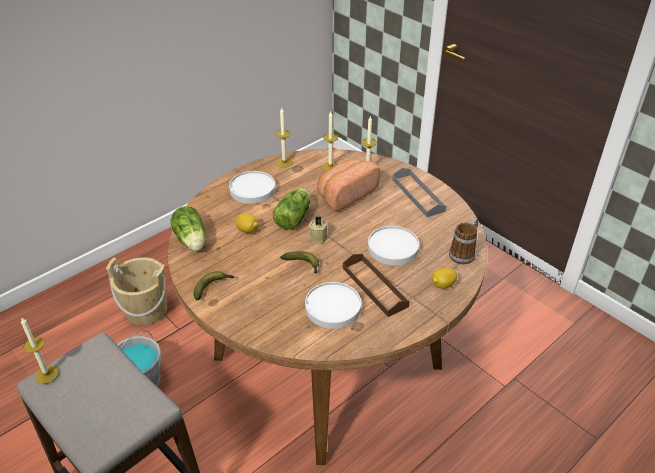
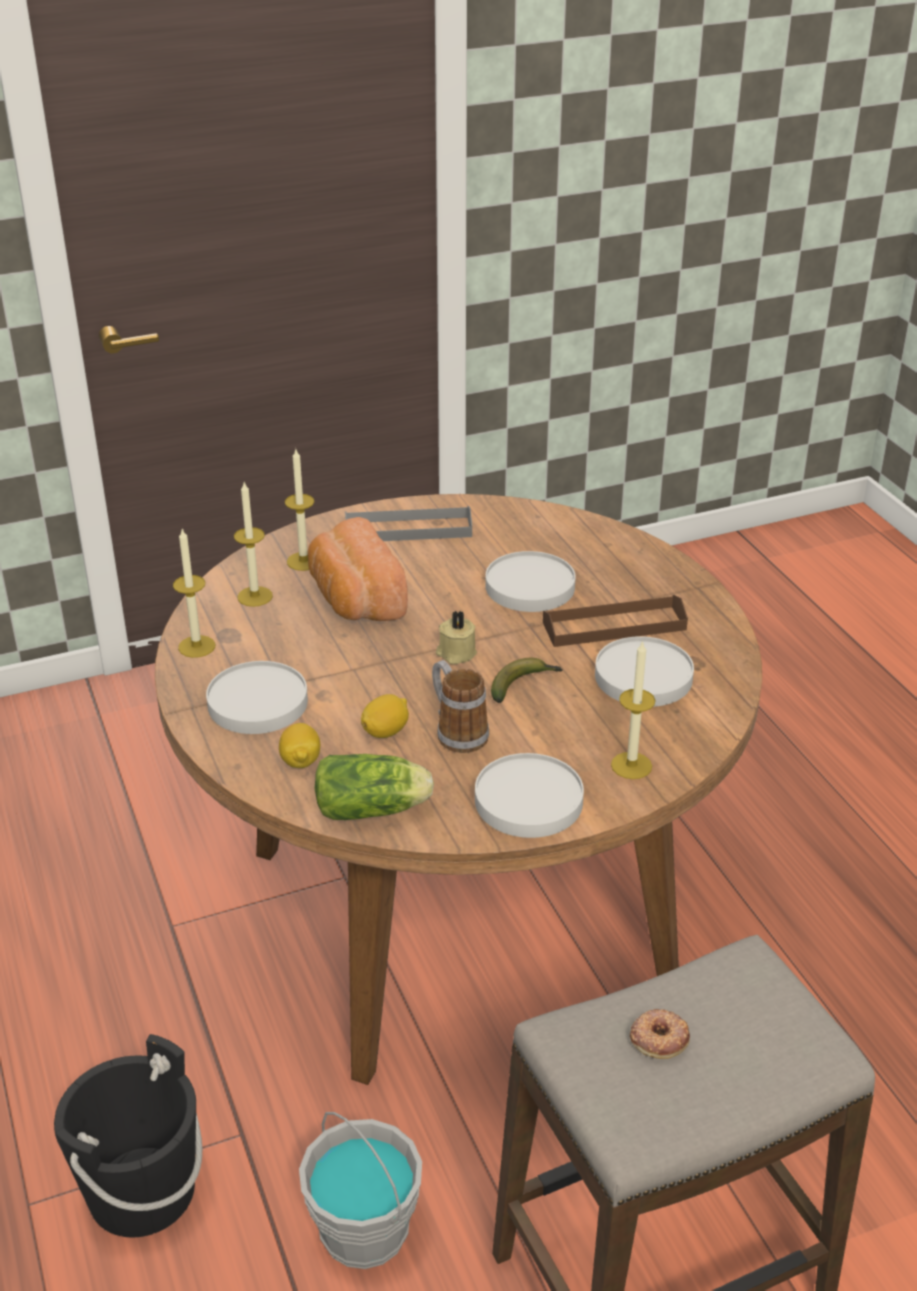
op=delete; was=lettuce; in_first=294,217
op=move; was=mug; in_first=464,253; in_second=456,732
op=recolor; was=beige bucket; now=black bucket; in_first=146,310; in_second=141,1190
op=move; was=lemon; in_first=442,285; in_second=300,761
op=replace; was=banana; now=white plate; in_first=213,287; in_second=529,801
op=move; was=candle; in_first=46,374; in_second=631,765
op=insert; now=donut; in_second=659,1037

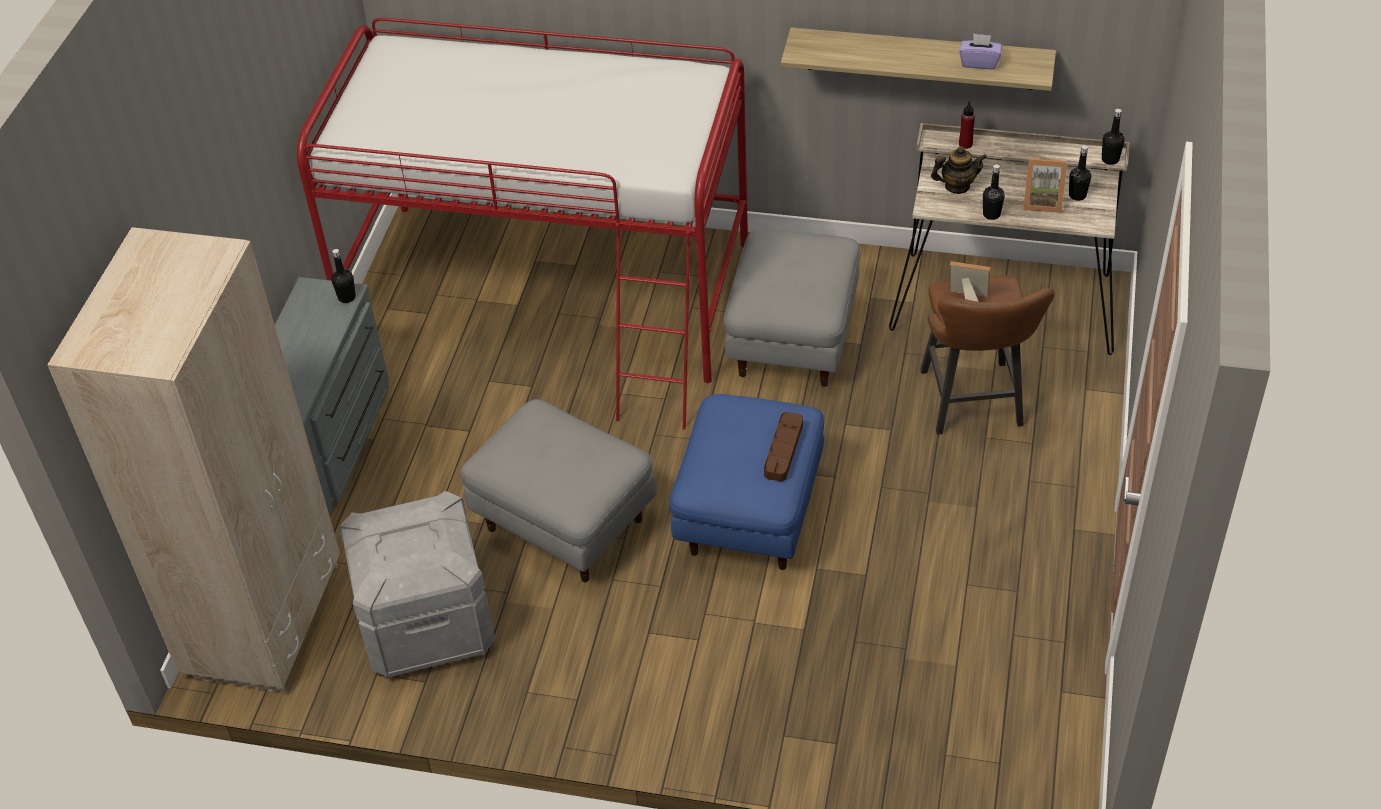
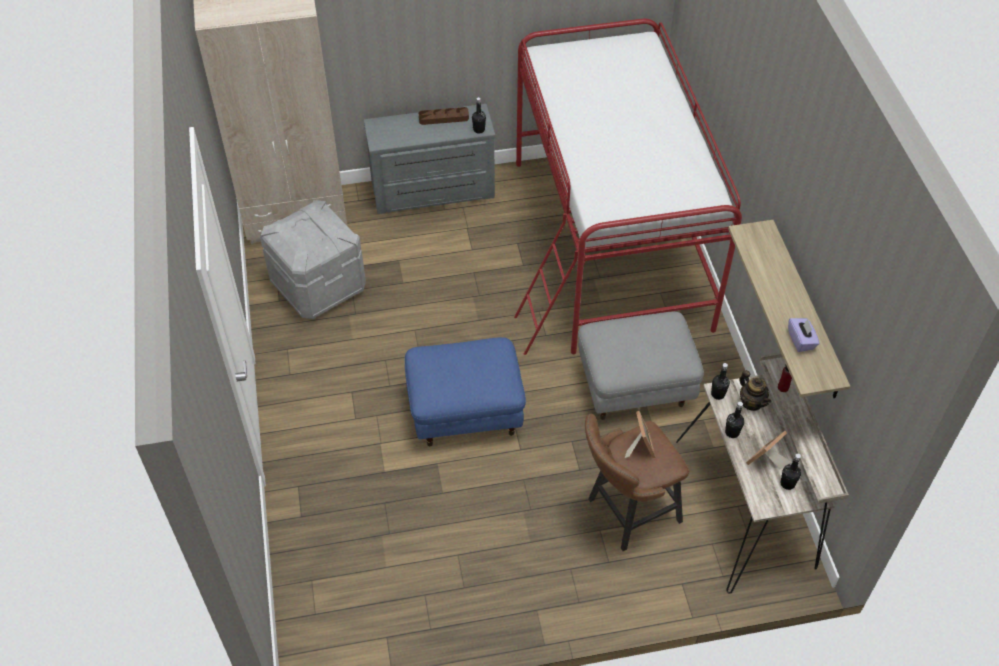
op=move; was=black bottle; in_first=1110,159; in_second=718,394
op=rotate; was=picture frame; in_first=1042,202; in_second=766,462; clockwise=60
op=delete; was=grey ottoman; in_first=563,524
op=move; was=brown tray; in_first=783,449; in_second=443,118

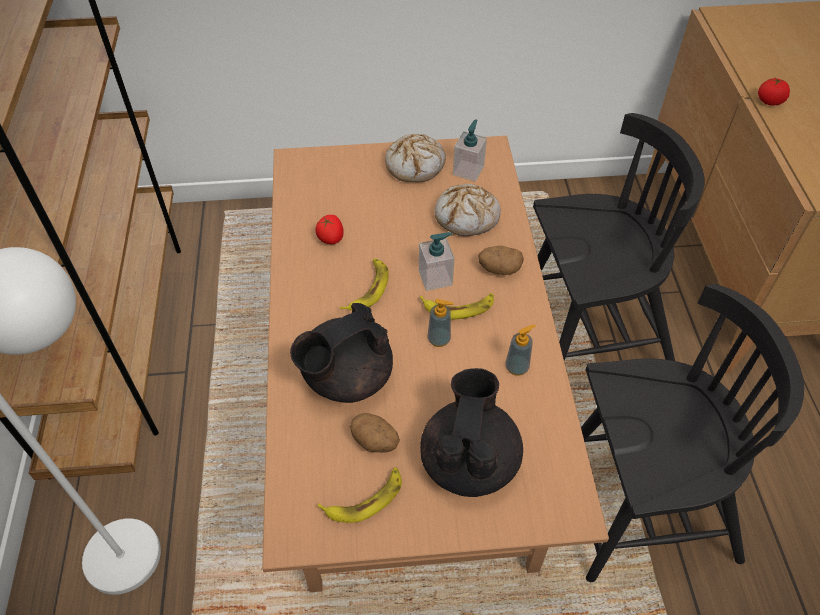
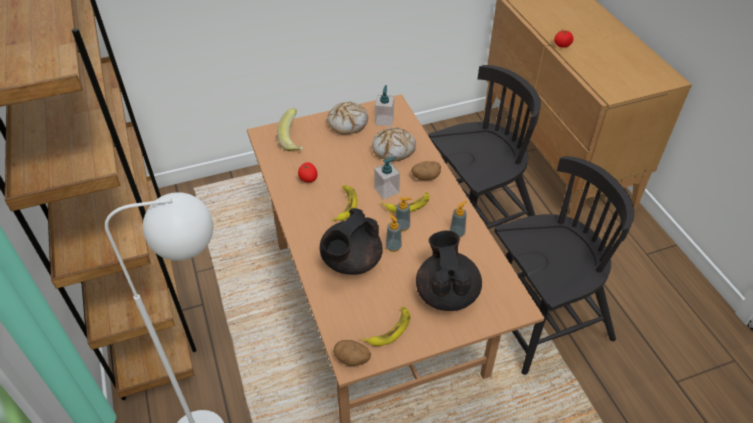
op=move; was=potato; in_first=375,441; in_second=352,359
op=insert; now=banana; in_second=295,140
op=insert; now=soap dispenser; in_second=393,246

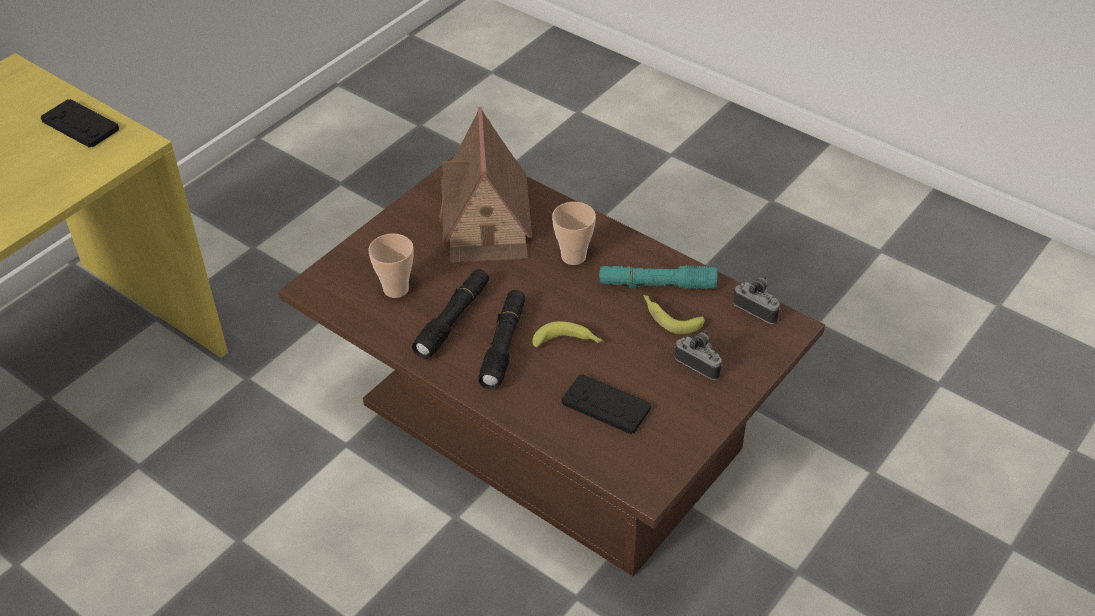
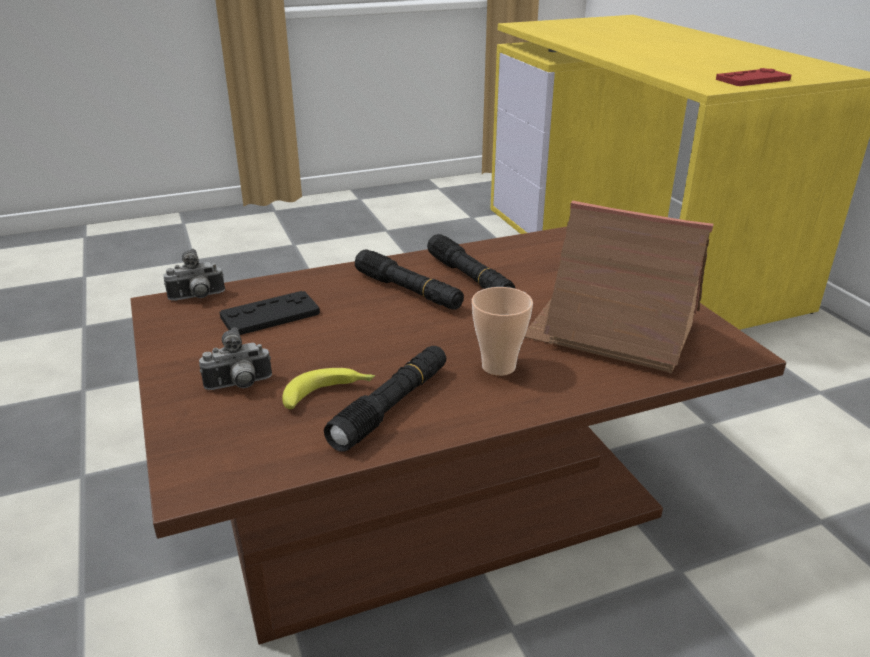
op=recolor; was=black game controller; now=red game controller; in_first=80,125; in_second=752,79
op=delete; was=cup; in_first=396,289
op=recolor; was=turquoise flashlight; now=black flashlight; in_first=656,284; in_second=391,406
op=move; was=photo camera; in_first=757,309; in_second=197,298
op=delete; was=banana; in_first=568,342

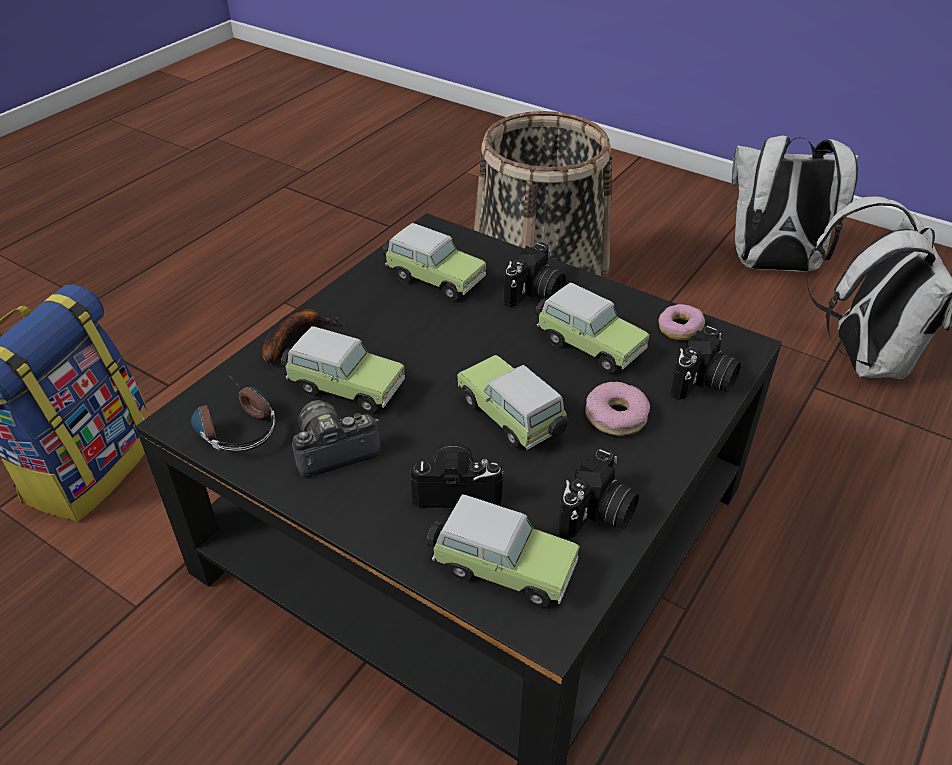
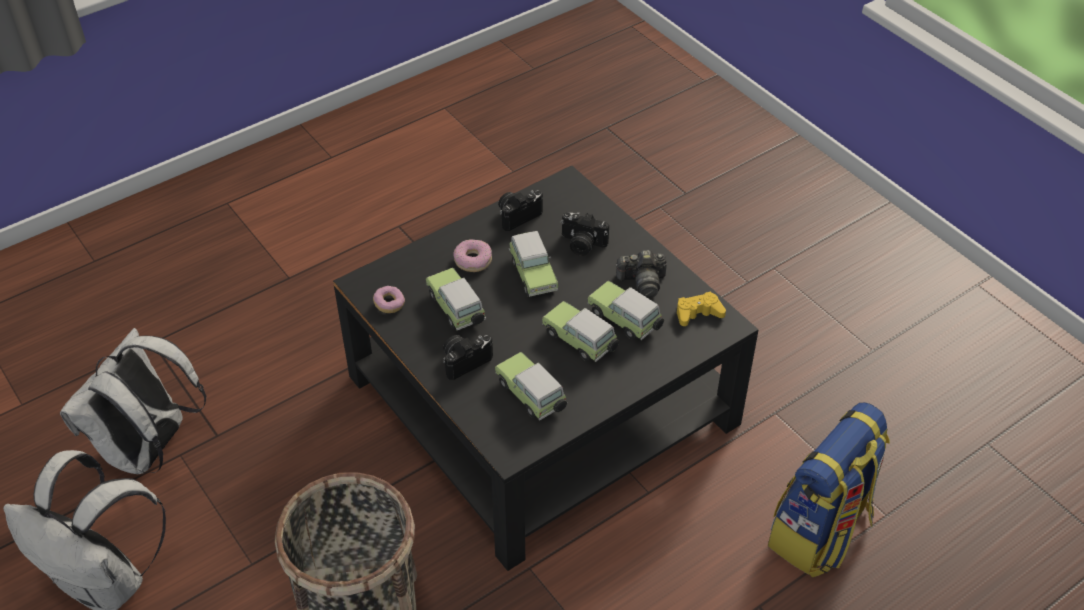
op=delete; was=banana; in_first=294,337
op=delete; was=photo camera; in_first=704,382
op=replace; was=headphones; now=yellow game controller; in_first=233,424; in_second=698,313
op=move; was=toy car; in_first=500,568; in_second=581,342

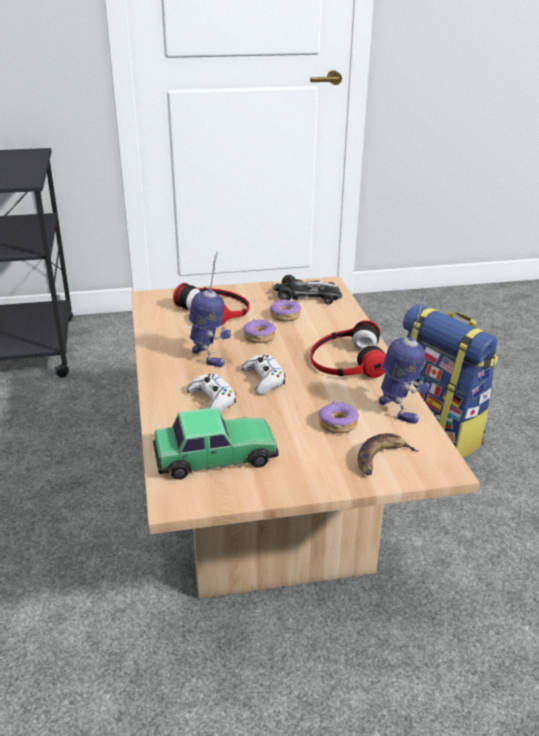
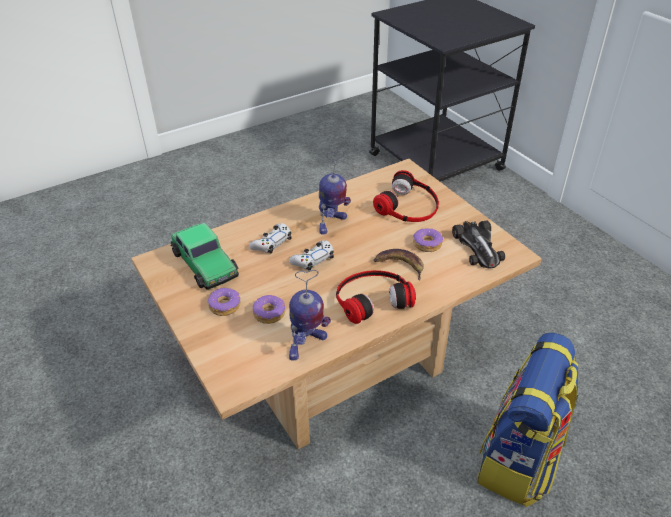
op=move; was=donut; in_first=259,337; in_second=224,306
op=move; was=banana; in_first=382,458; in_second=399,265

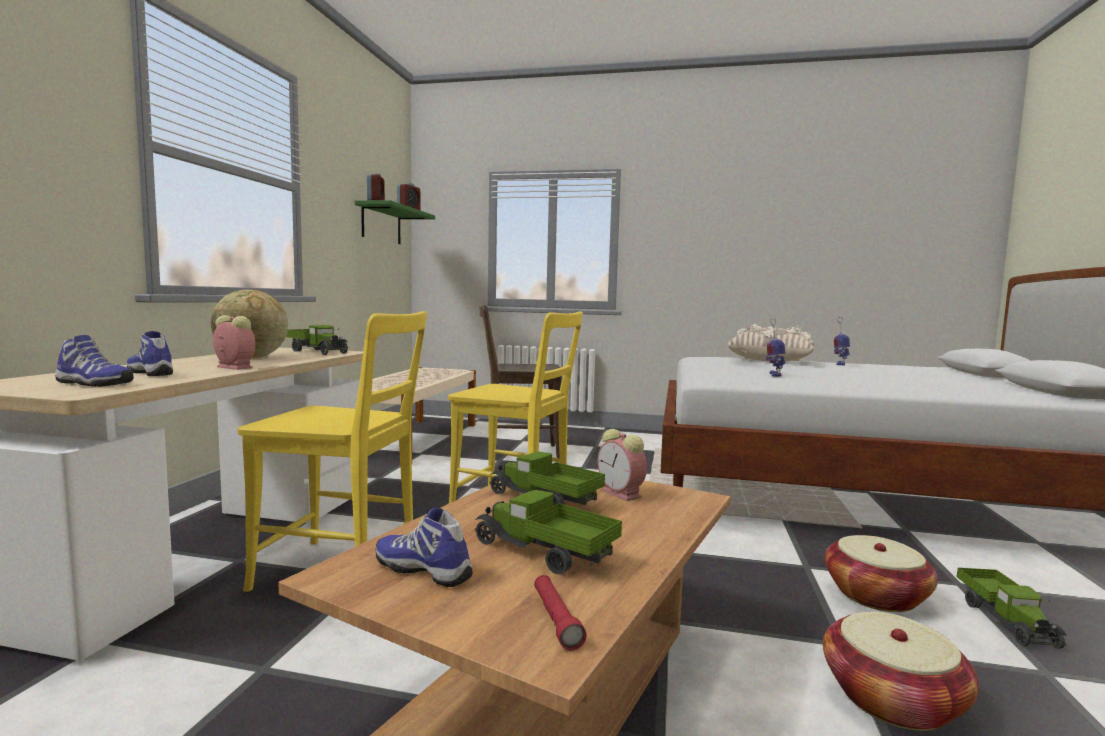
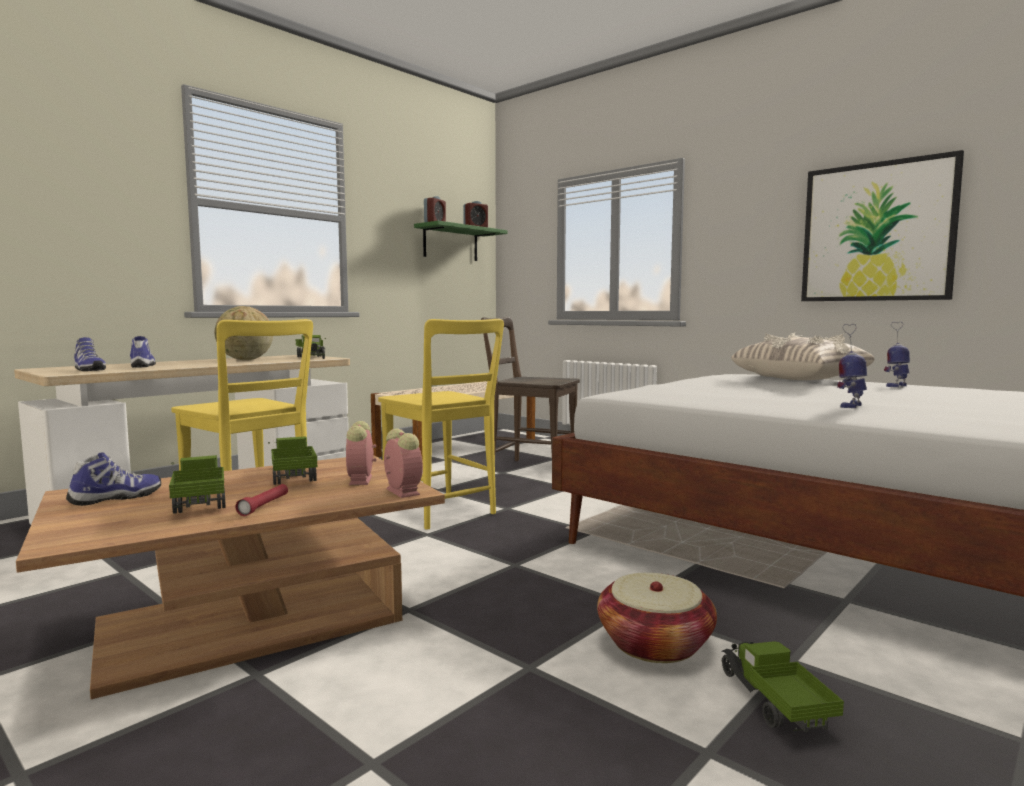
op=move; was=alarm clock; in_first=233,367; in_second=401,491
op=move; was=toy robot; in_first=774,375; in_second=851,406
op=rotate; was=shoe; in_first=425,570; in_second=117,498; clockwise=75
op=rotate; was=toy truck; in_first=1006,620; in_second=773,703; clockwise=135
op=move; was=red flashlight; in_first=556,620; in_second=264,506
op=delete; was=basket; in_first=892,699
op=insert; now=picture; in_second=877,232

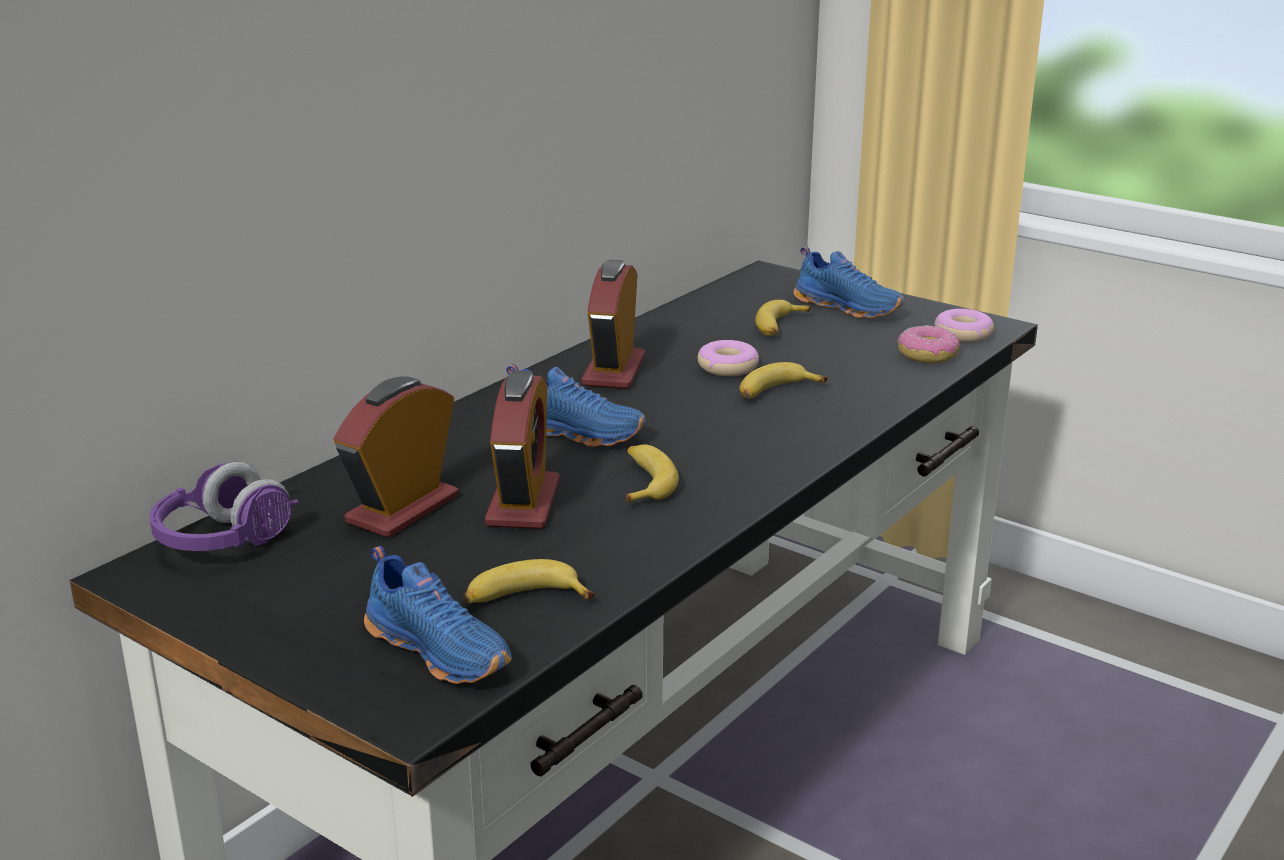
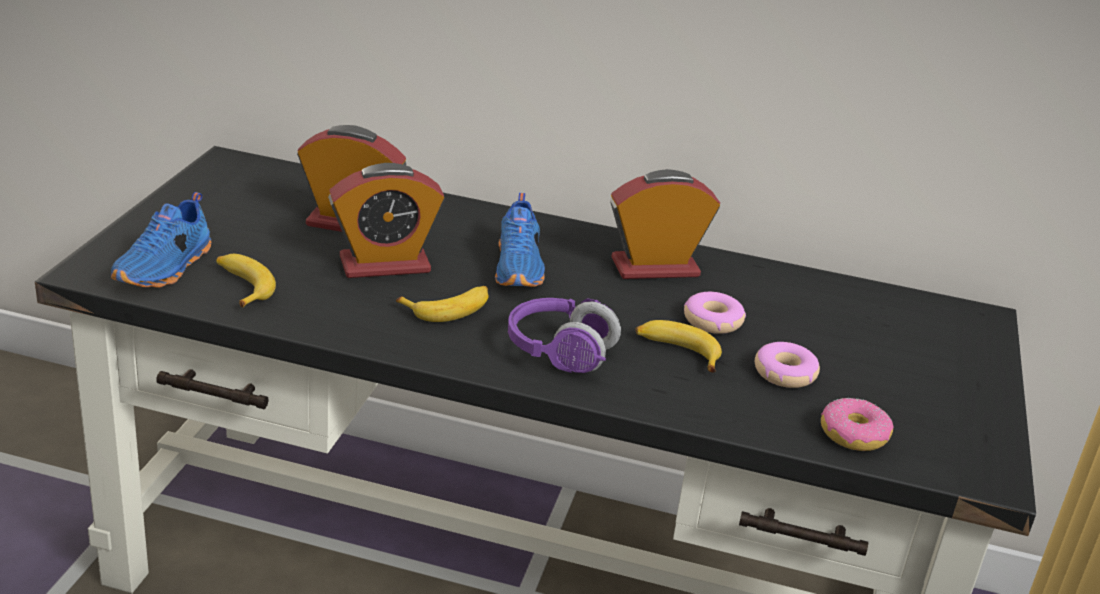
op=delete; was=blue shoe; in_first=849,307
op=delete; was=banana; in_first=780,327
op=move; was=donut; in_first=963,334; in_second=784,373
op=move; was=purple headphones; in_first=224,541; in_second=560,353

